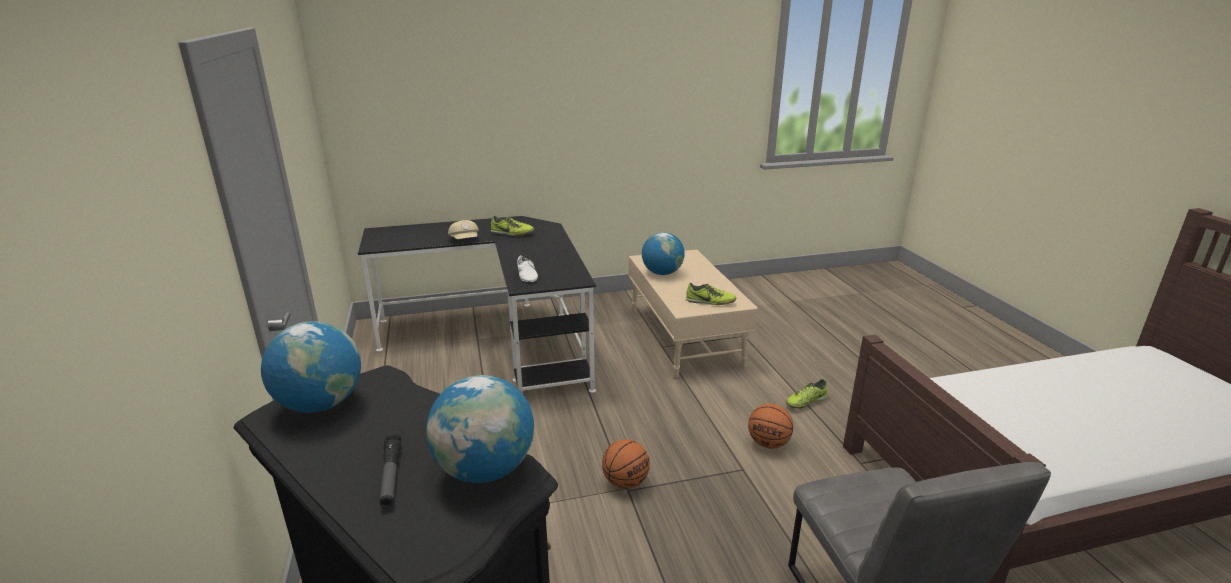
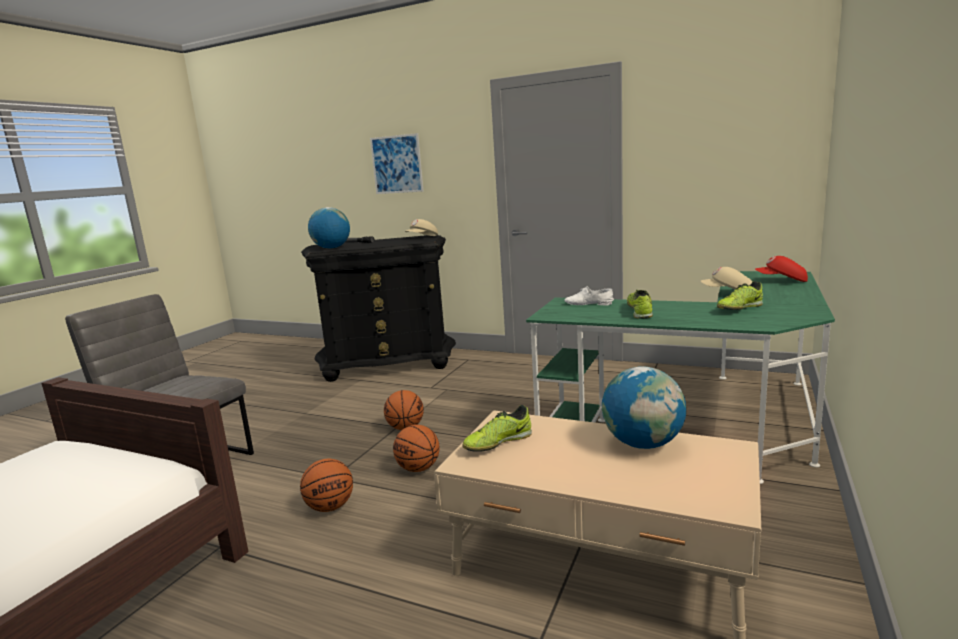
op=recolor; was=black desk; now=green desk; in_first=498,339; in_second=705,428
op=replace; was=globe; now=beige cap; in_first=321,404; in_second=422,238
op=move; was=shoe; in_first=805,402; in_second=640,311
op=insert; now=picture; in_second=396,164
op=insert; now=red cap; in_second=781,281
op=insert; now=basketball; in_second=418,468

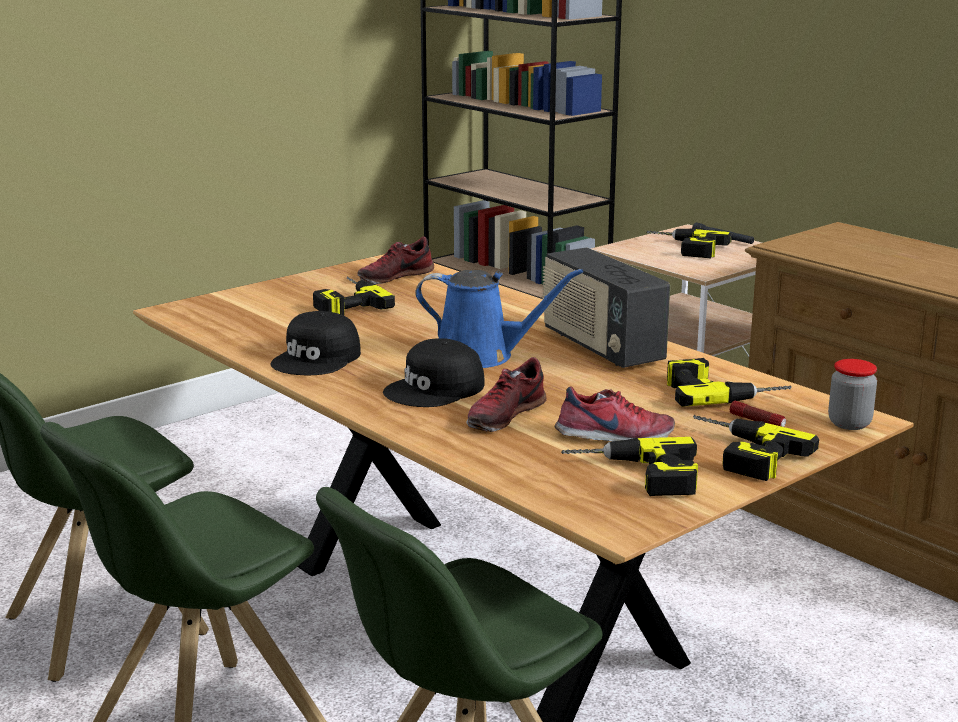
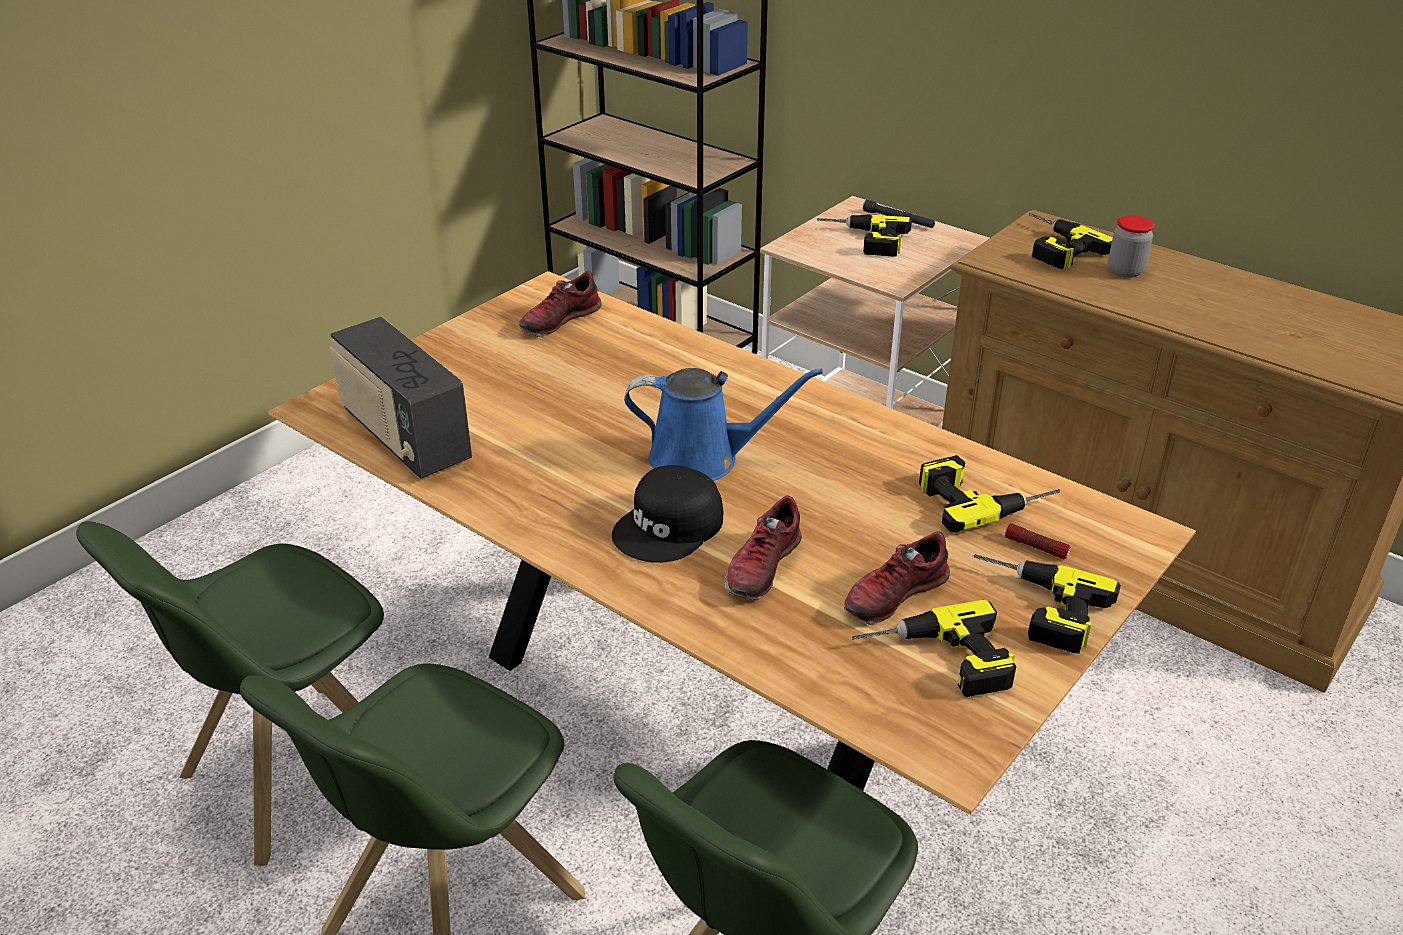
op=move; was=radio; in_first=600,347; in_second=404,437
op=move; was=power drill; in_first=344,302; in_second=1051,246
op=delete; was=black cap; in_first=318,359
op=move; was=jar; in_first=849,423; in_second=1125,271
op=rotate; was=shoe; in_first=614,437; in_second=893,594; clockwise=150

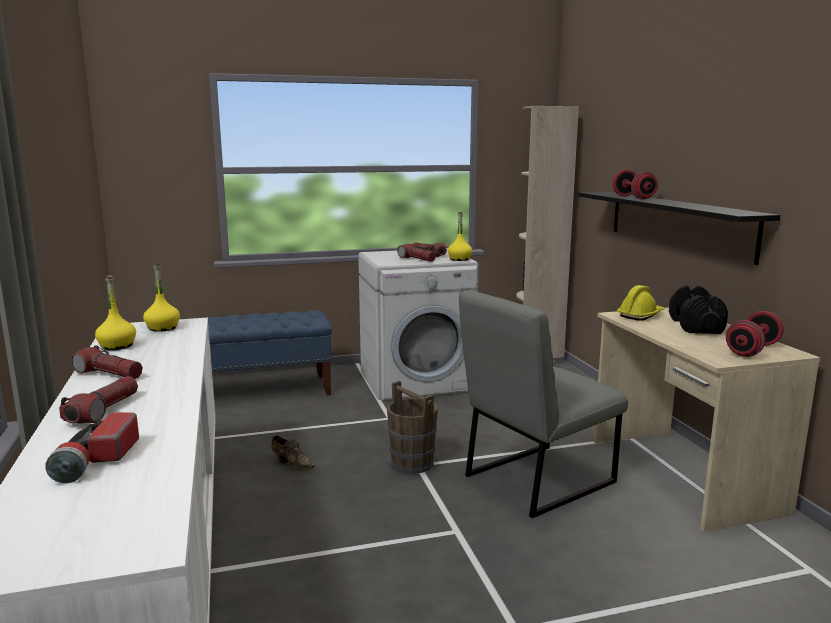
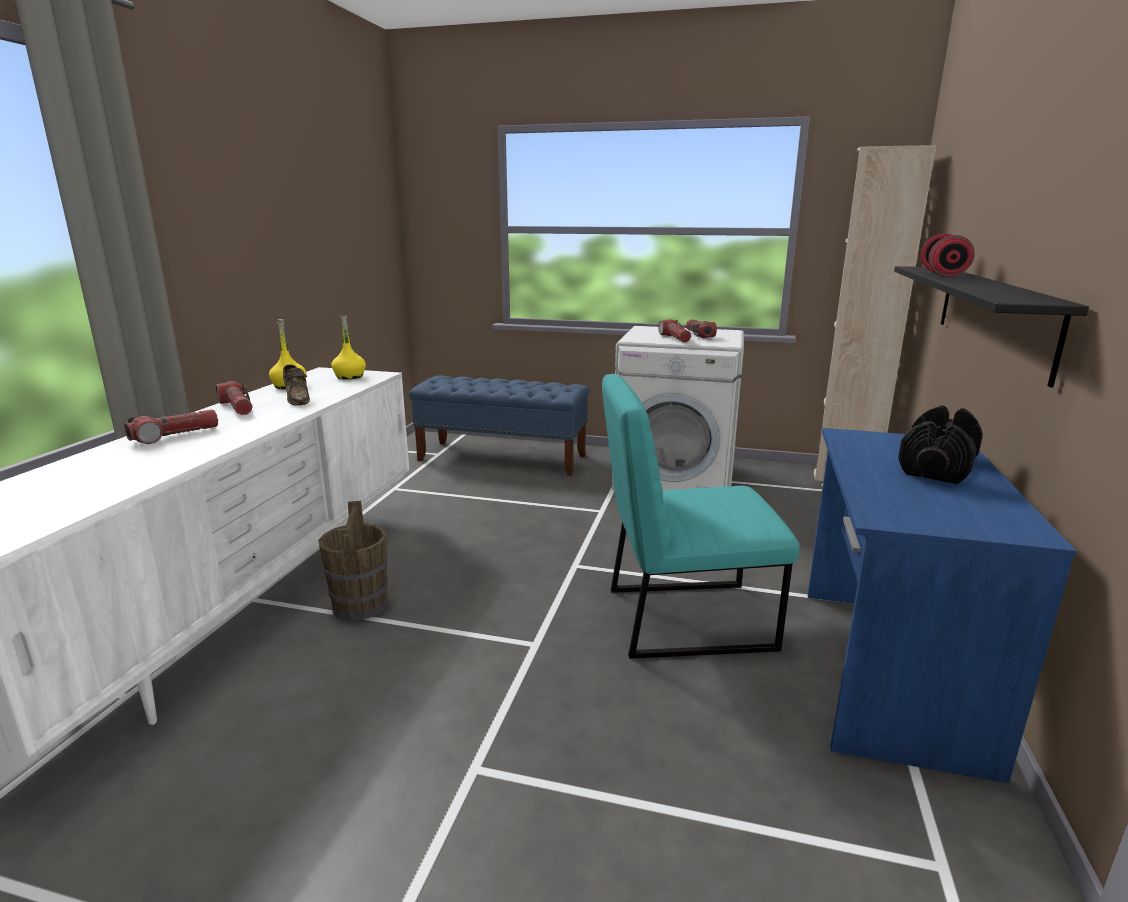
op=delete; was=yellow bottle; in_first=459,259
op=delete; was=yellow hard hat; in_first=640,315
op=recolor; was=grey chair; now=turquoise chair; in_first=536,479; in_second=683,618
op=recolor; was=beige desk; now=blue desk; in_first=681,475; in_second=884,670
op=delete; was=red dumbbell; in_first=752,350
op=move; was=brown bucket; in_first=412,463; in_second=360,605
op=delete; was=flashlight; in_first=96,460
op=move; was=brown shoe; in_first=292,464; in_second=297,399

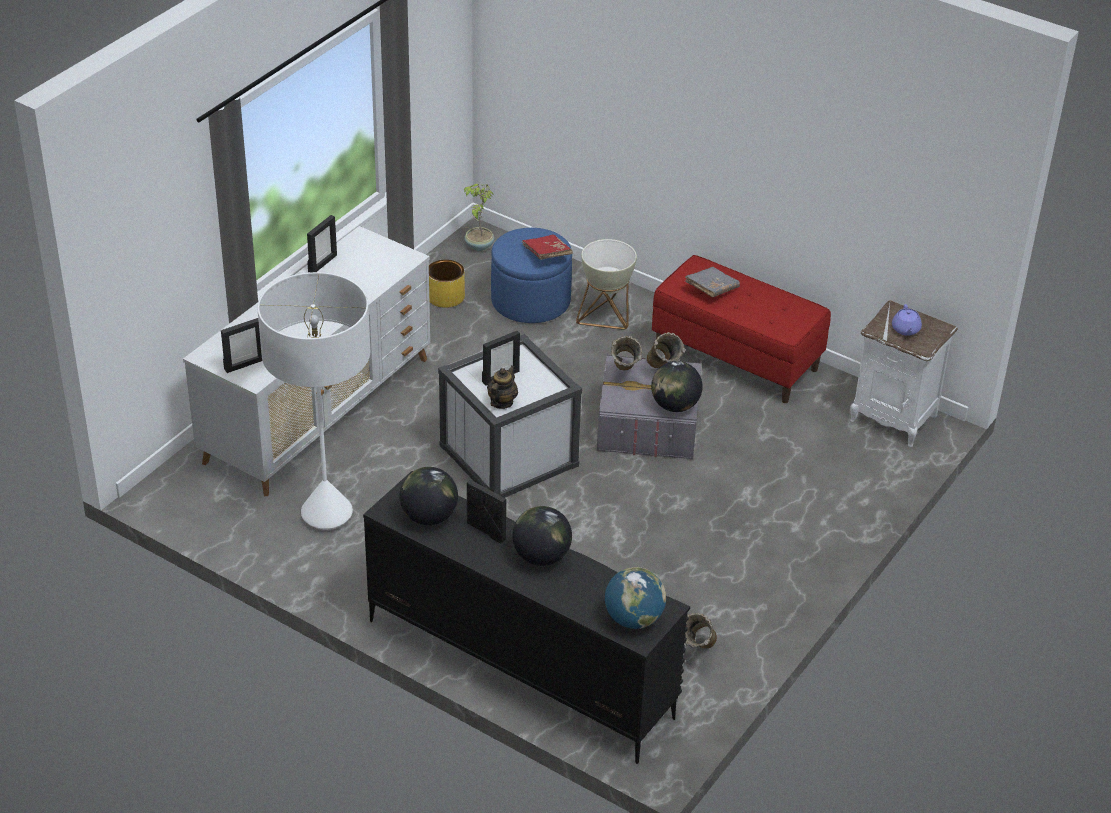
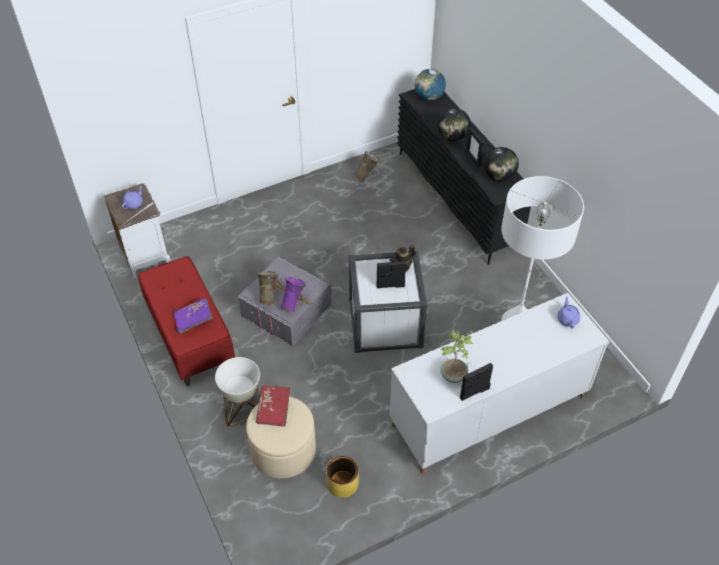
op=move; was=potted plant; in_first=478,246; in_second=454,375
op=recolor; was=blue ottoman; now=beige ottoman; in_first=530,301; in_second=283,450
op=recolor; was=grey book; now=purple book; in_first=711,289; in_second=194,320
op=replace; was=picture frame; now=purple teapot; in_first=244,364; in_second=567,319
op=recolor; was=beige vase; now=purple vase; in_first=624,376; in_second=293,304
op=delete; was=globe; in_first=675,406

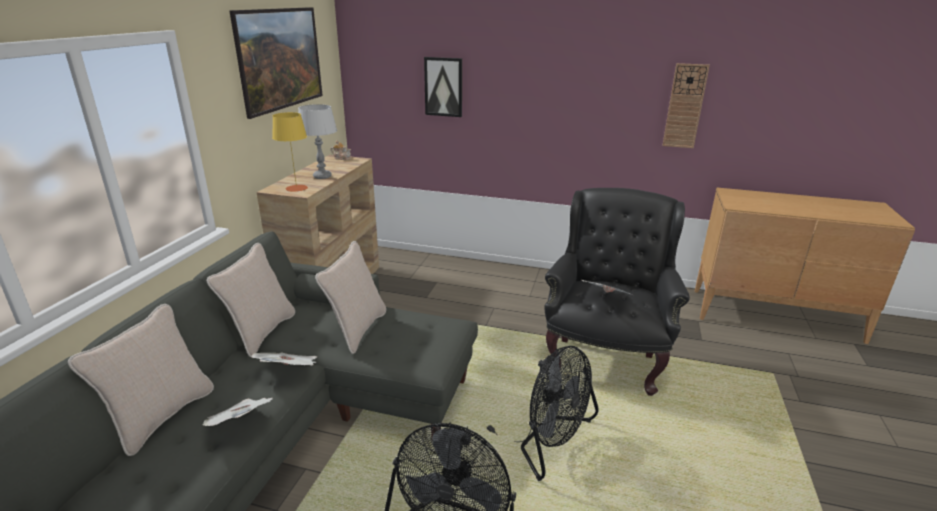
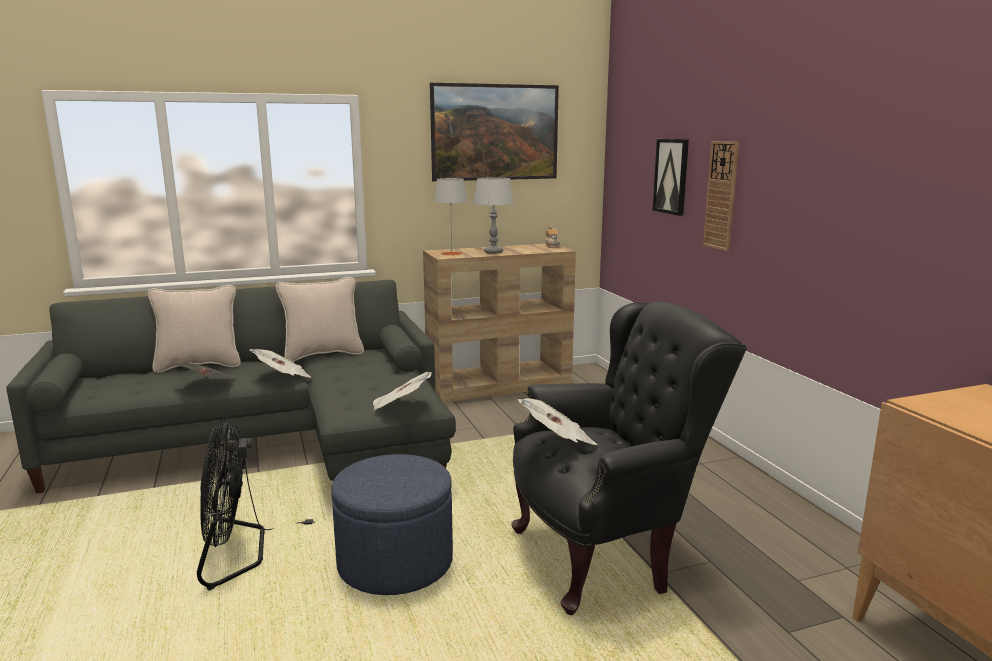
op=move; was=wall clock; in_first=685,106; in_second=721,195
op=recolor; was=yellow table lamp; now=grey table lamp; in_first=296,188; in_second=451,253
op=delete; was=beige pillow; in_first=357,330
op=replace; was=black fan; now=blue ottoman; in_first=545,441; in_second=395,562
op=insert; now=newspaper; in_second=400,406

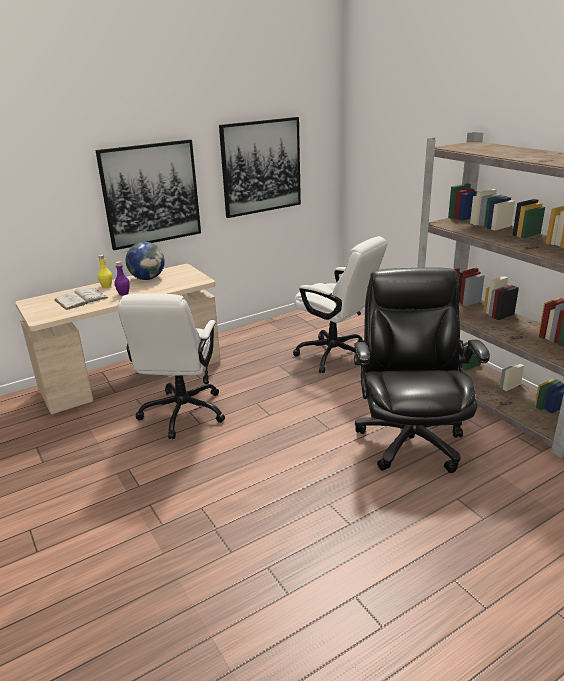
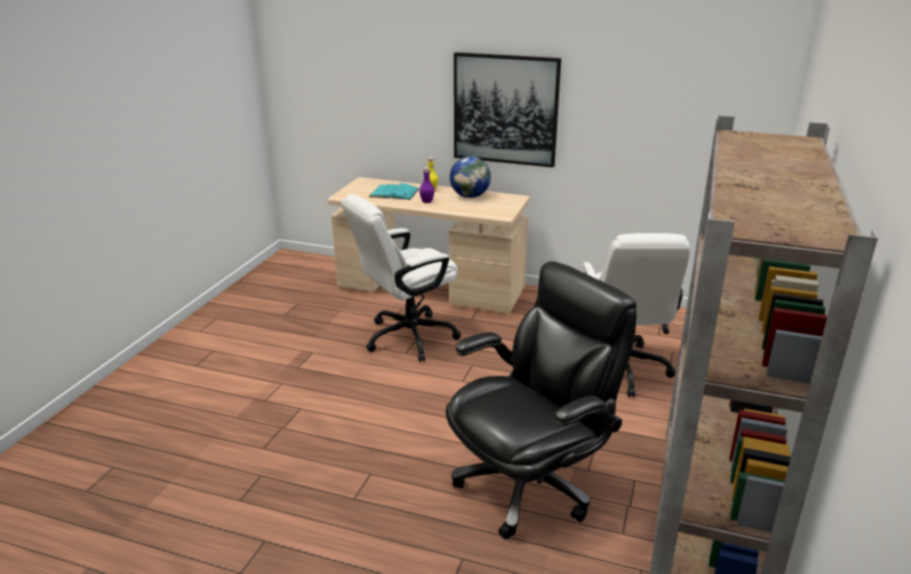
op=delete; was=picture; in_first=261,167
op=recolor; was=white book; now=turquoise book; in_first=81,299; in_second=394,193

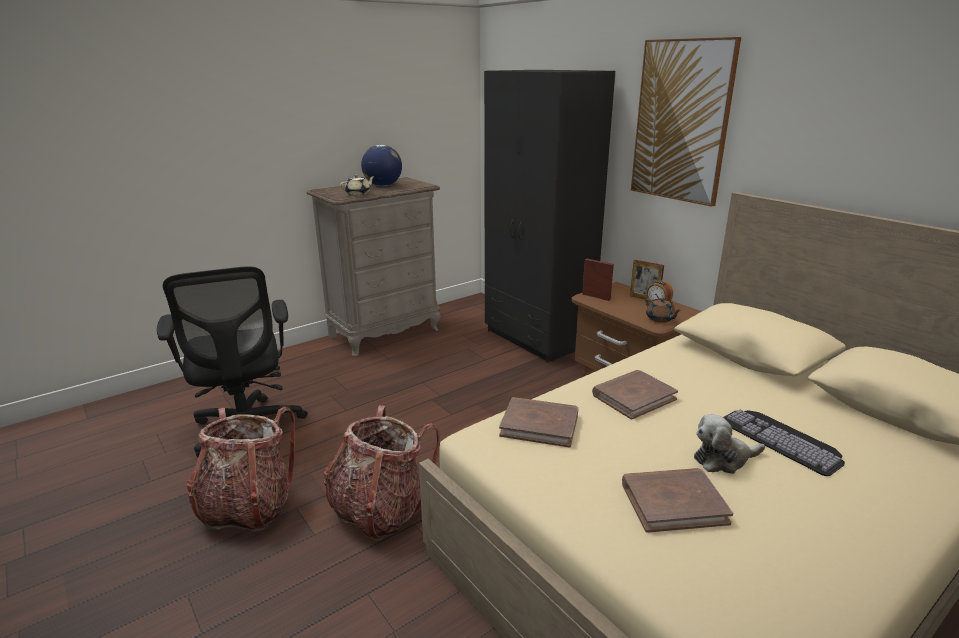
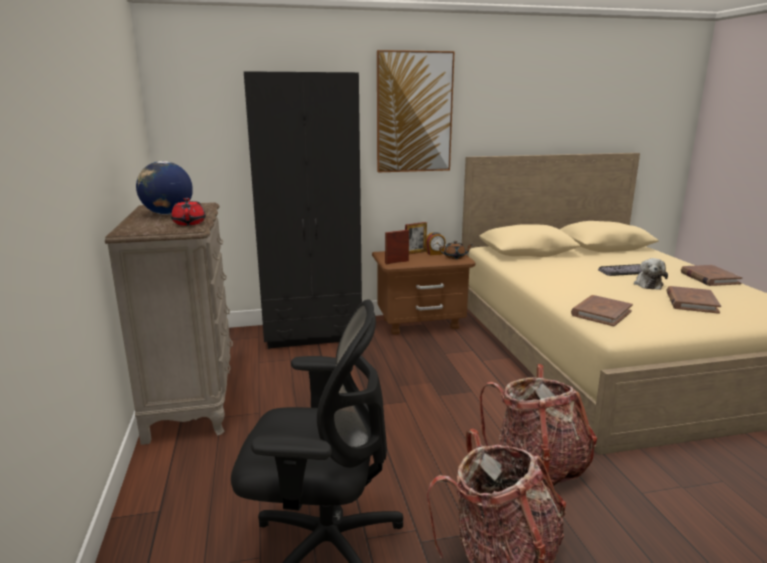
op=recolor; was=beige teapot; now=red teapot; in_first=358,193; in_second=189,223
op=move; was=brown book; in_first=633,397; in_second=709,278

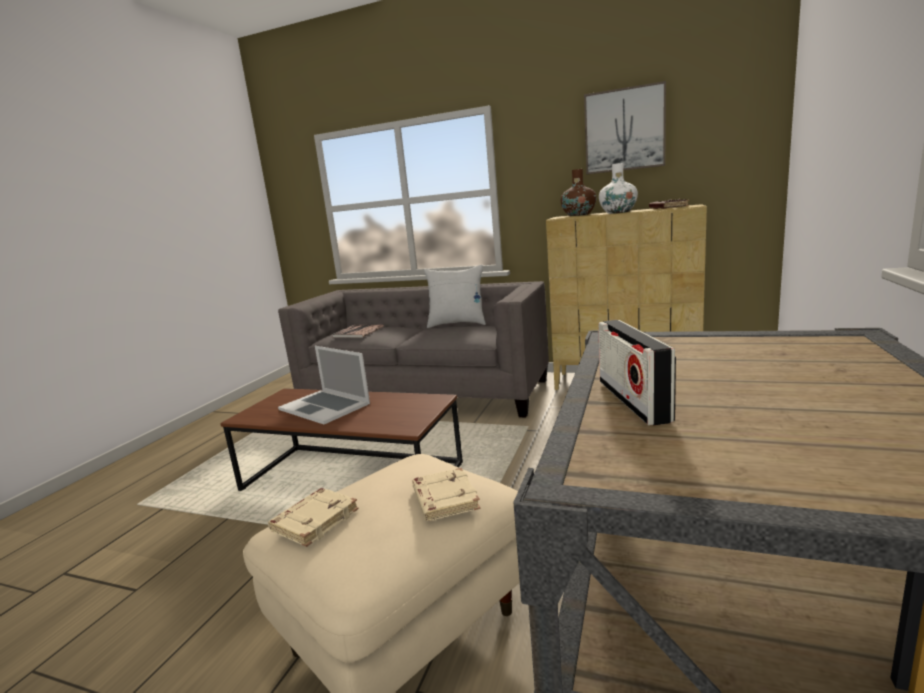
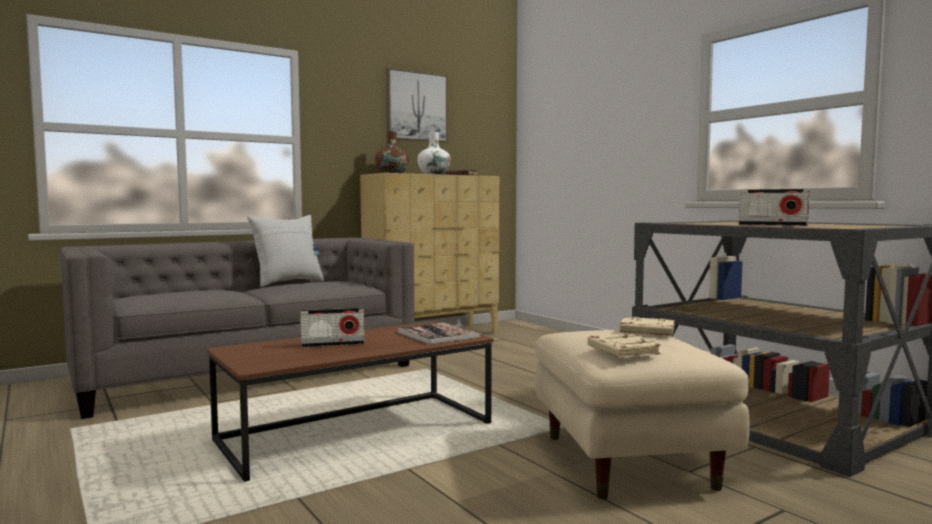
op=move; was=book; in_first=358,332; in_second=438,335
op=replace; was=laptop; now=radio; in_first=325,406; in_second=332,344

